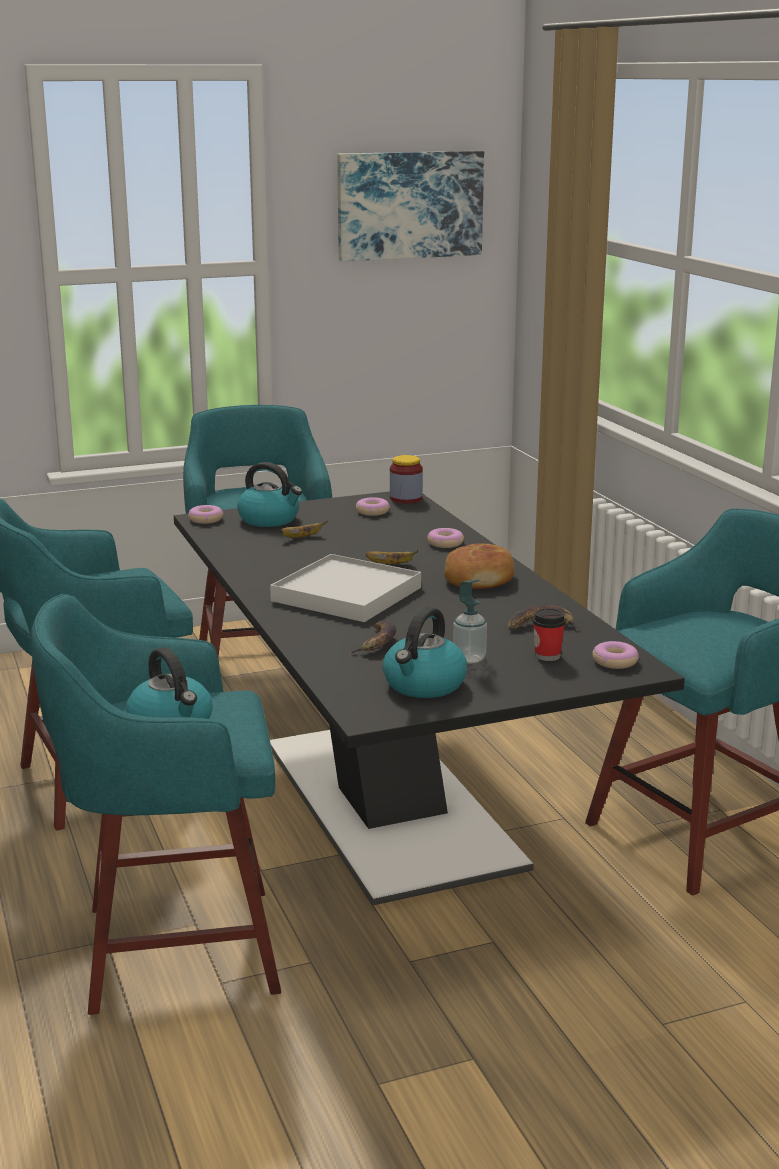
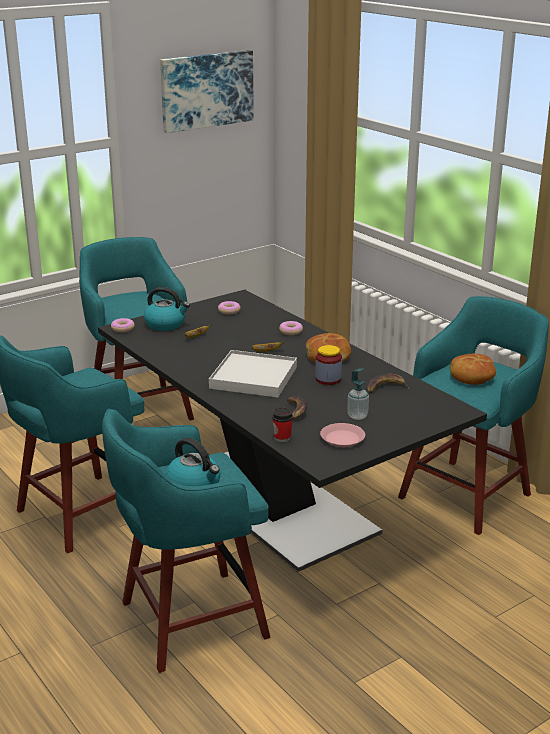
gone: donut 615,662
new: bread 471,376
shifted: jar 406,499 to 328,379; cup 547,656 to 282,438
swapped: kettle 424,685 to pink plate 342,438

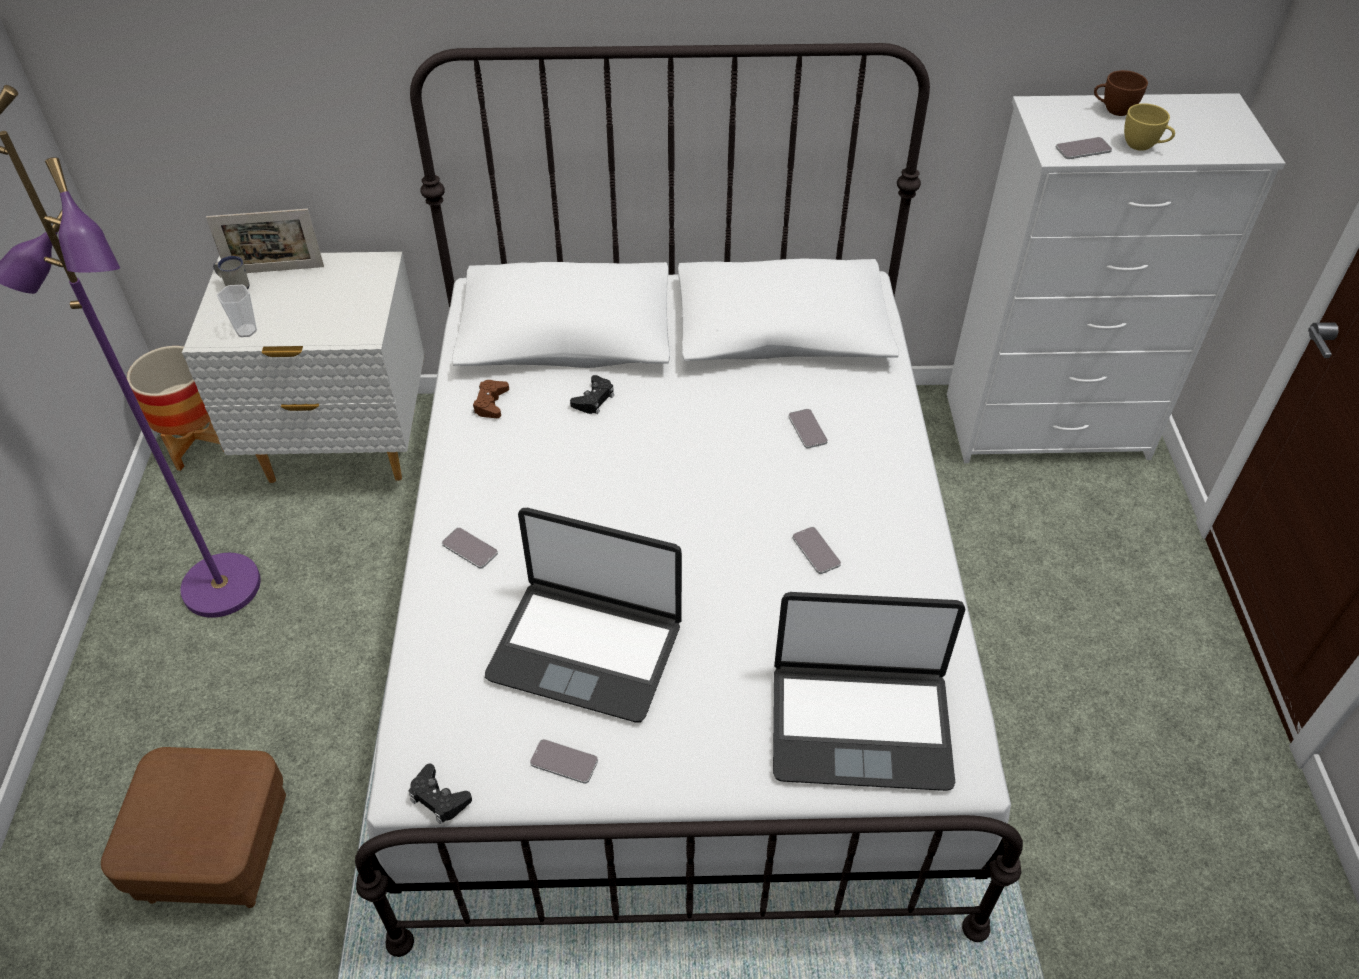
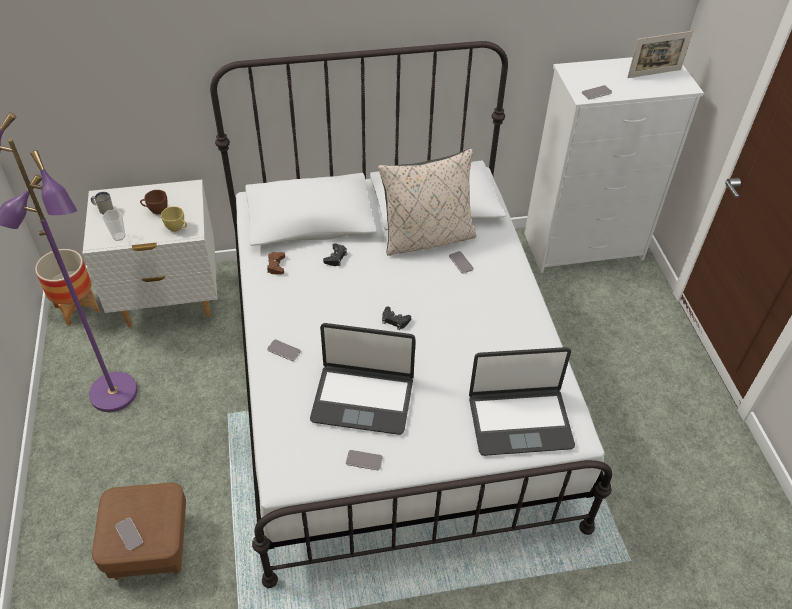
new: beige pillow 427,238
shifted: brown cup 1113,110 to 156,210; yellow cup 1143,146 to 177,228; picture frame 275,270 to 654,73; phone 816,551 to 129,534; black game controller 439,798 to 395,320

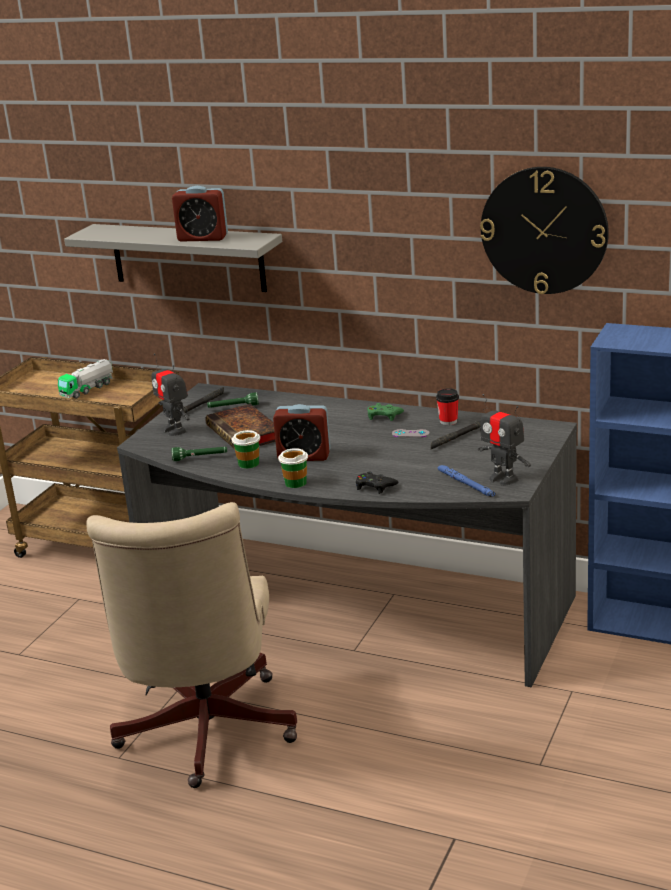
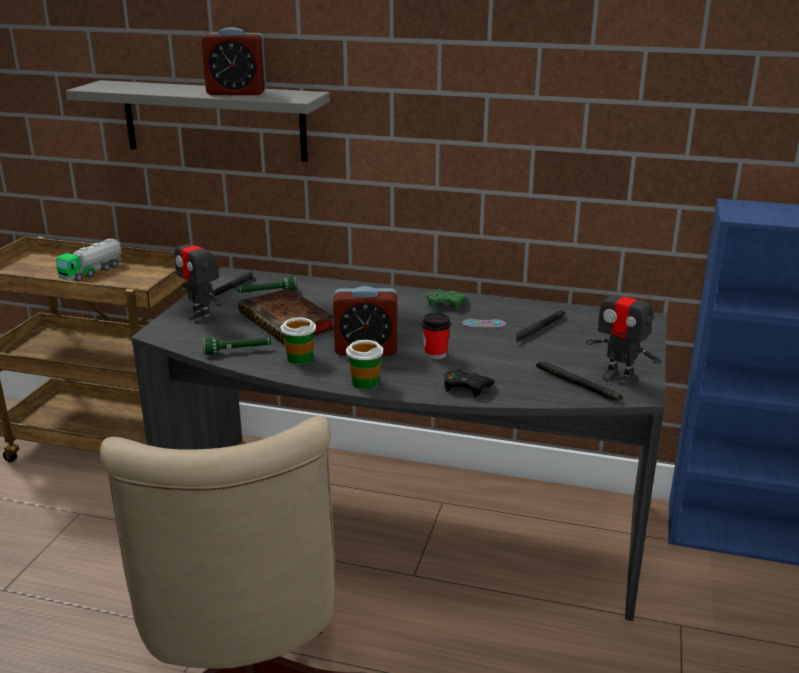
gone: wall clock 544,230
shifted: cup 448,421 to 435,354
repainted: blue flashlight 466,484 to black flashlight 577,385

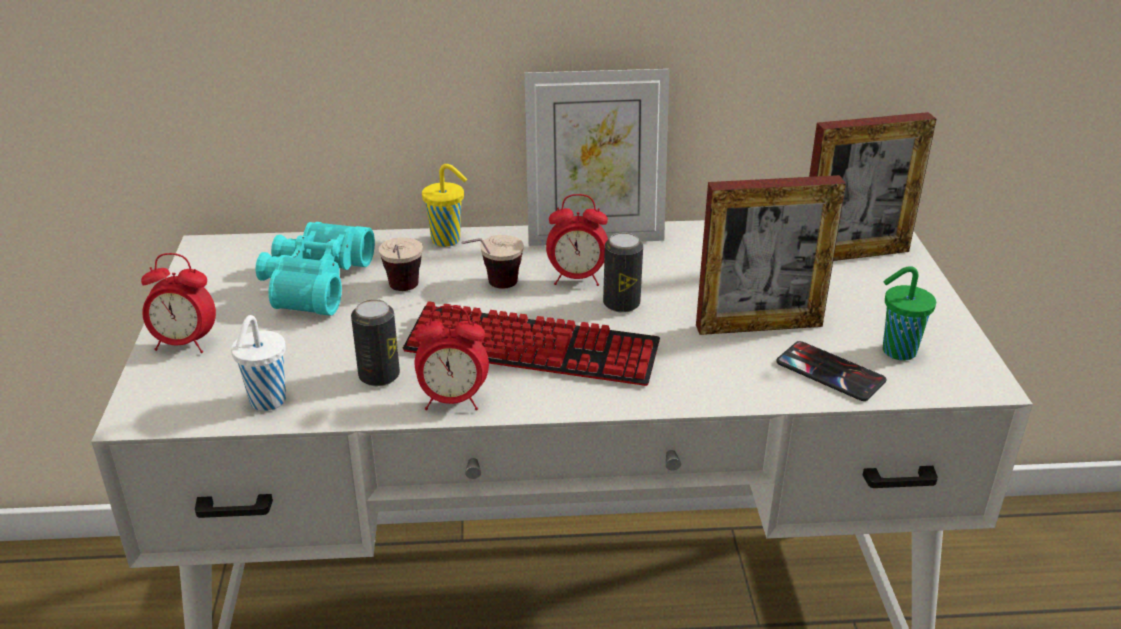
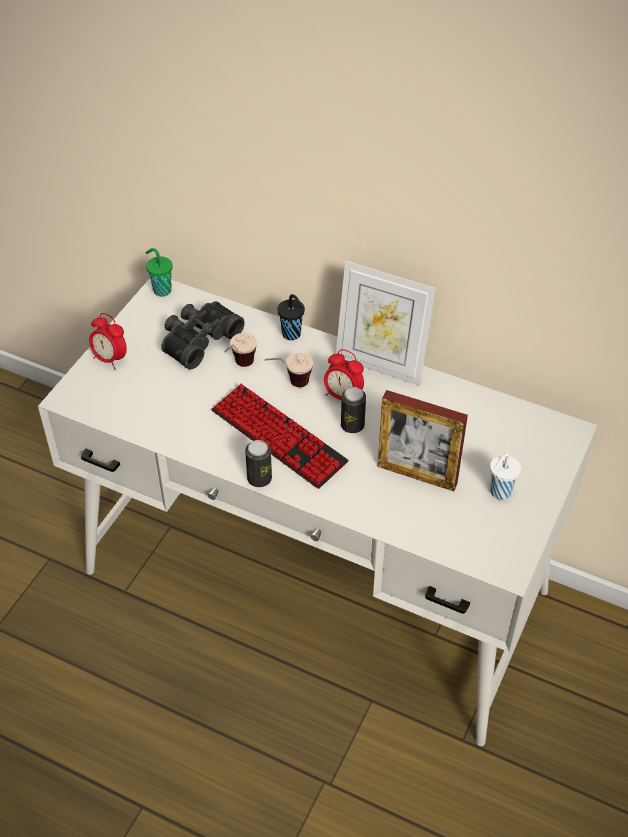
gone: picture frame 853,254; alarm clock 453,400; phone 830,372
shifted: green cup 896,351 to 161,290; can 379,376 to 259,479; white cup 266,402 to 499,492
repainted: yellow cup 448,240 to black cup 292,335; turquoise binoculars 313,282 to black binoculars 198,339

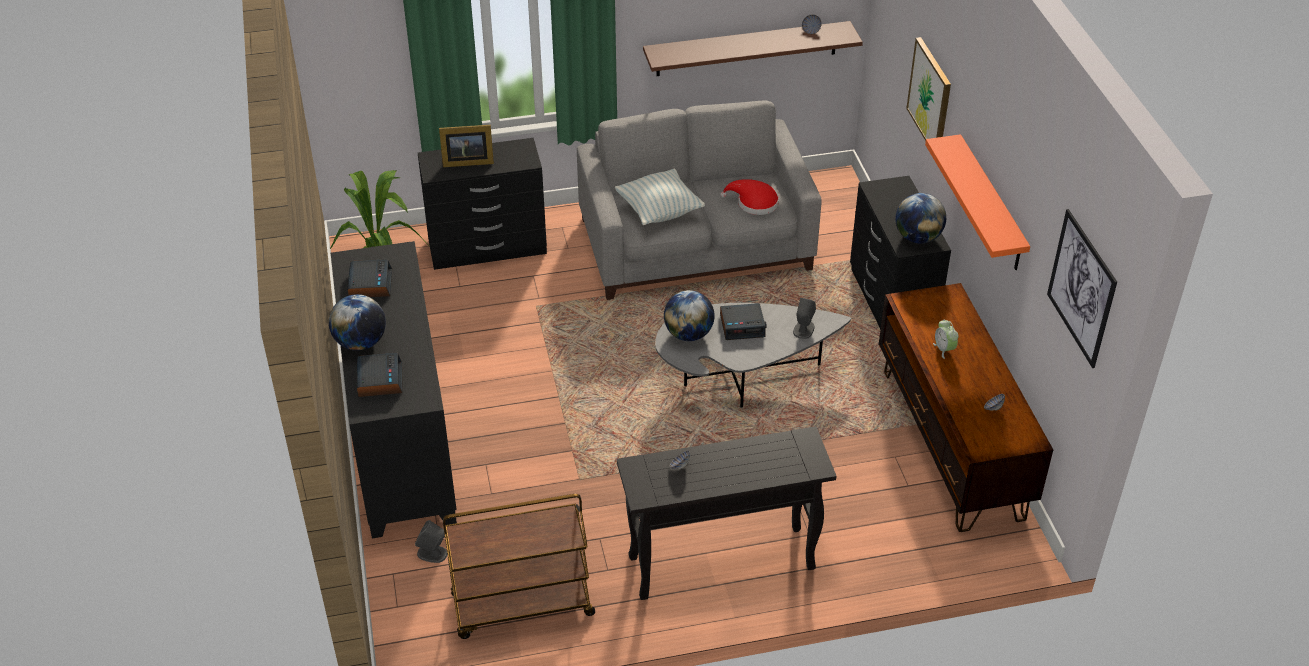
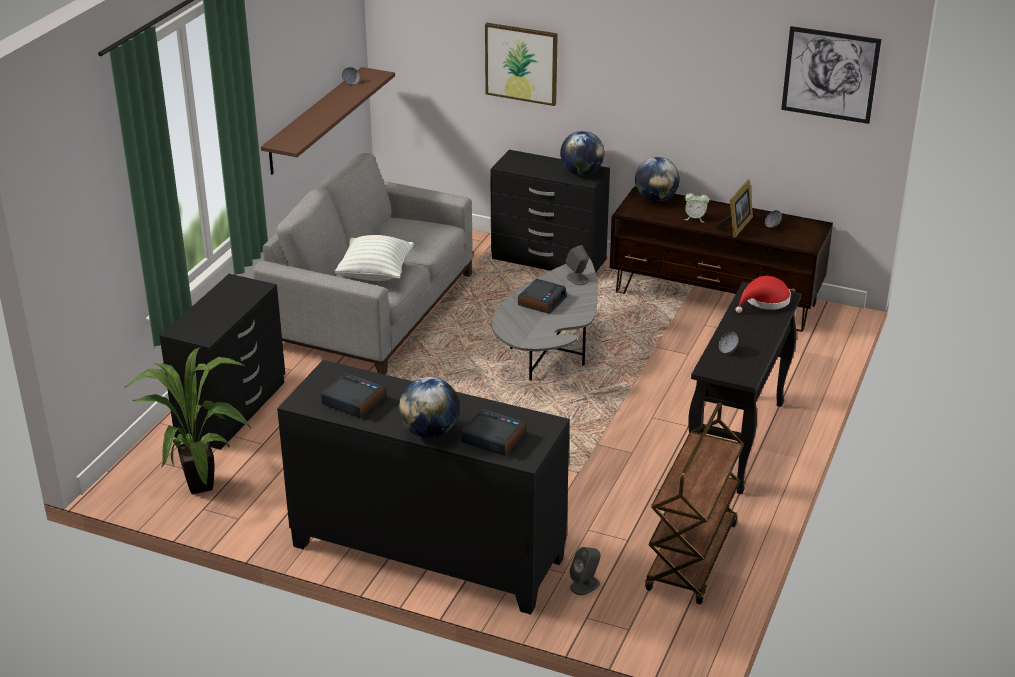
gone: orange shelf 991,205
shifted: picture frame 466,161 to 736,226; red hat 754,203 to 764,301; globe 688,334 to 656,199

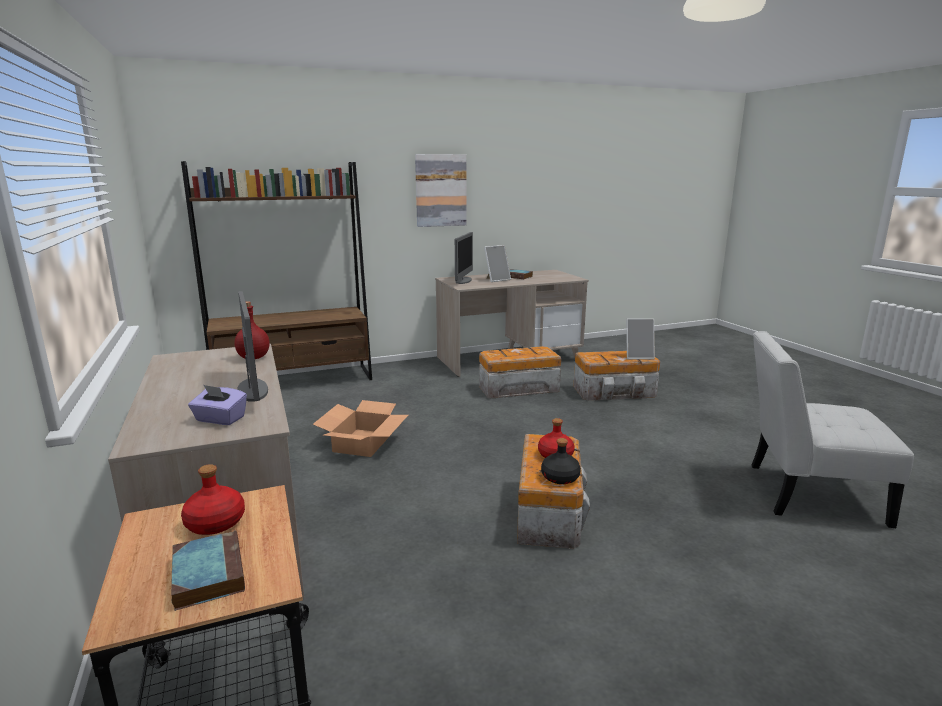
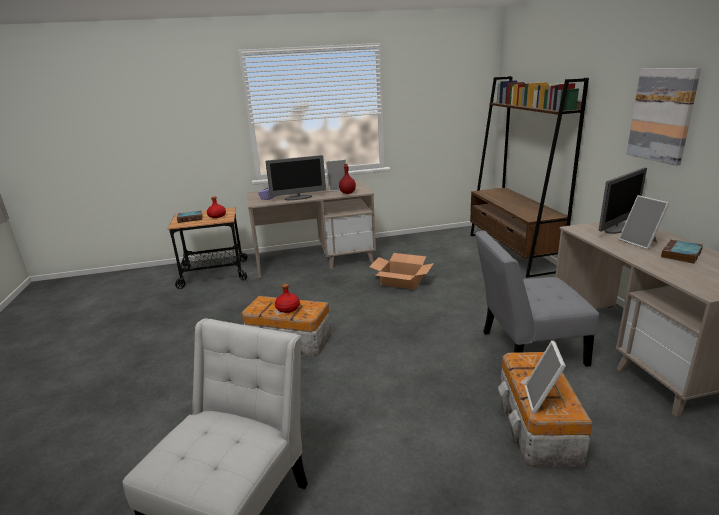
gone: black bottle 559,477
new: picture frame 338,189
swapped: storage box 517,388 to grey chair 526,349
rotated: monitor 463,281 = 617,228 60 degrees counterclockwise

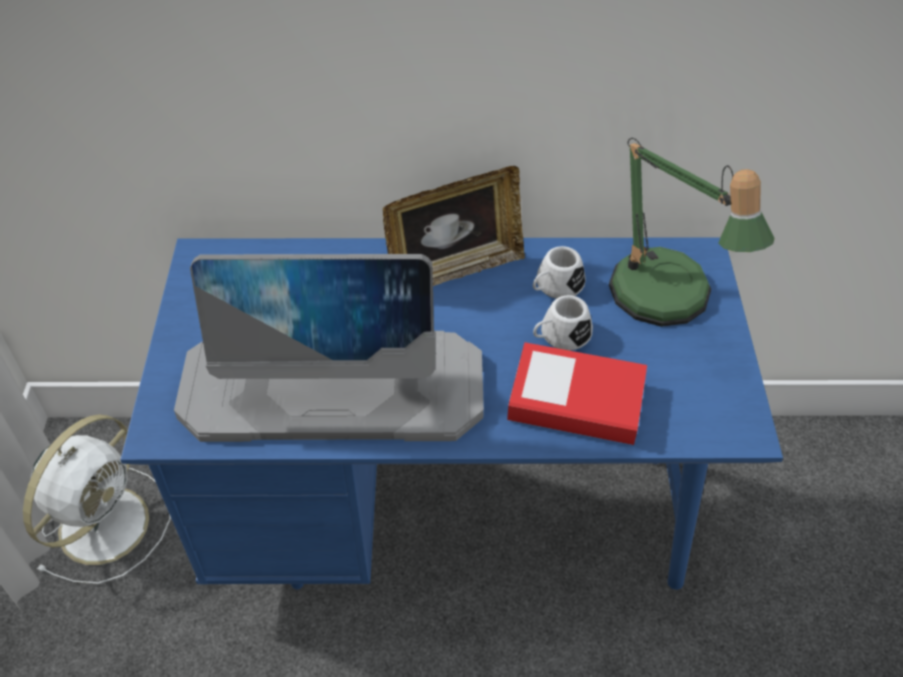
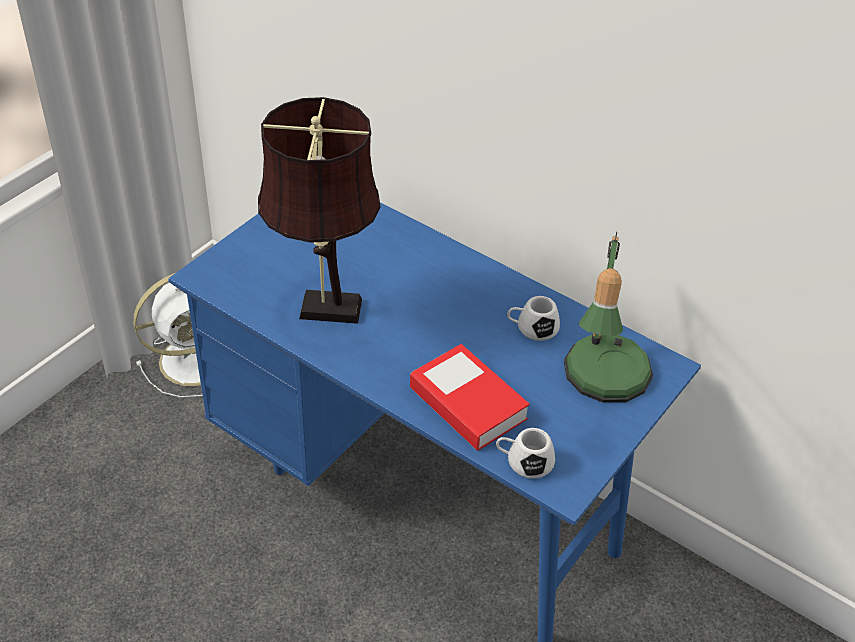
gone: picture frame 454,269
shifted: white mug 560,336 to 524,461
swapped: monitor 335,388 to brown table lamp 324,308

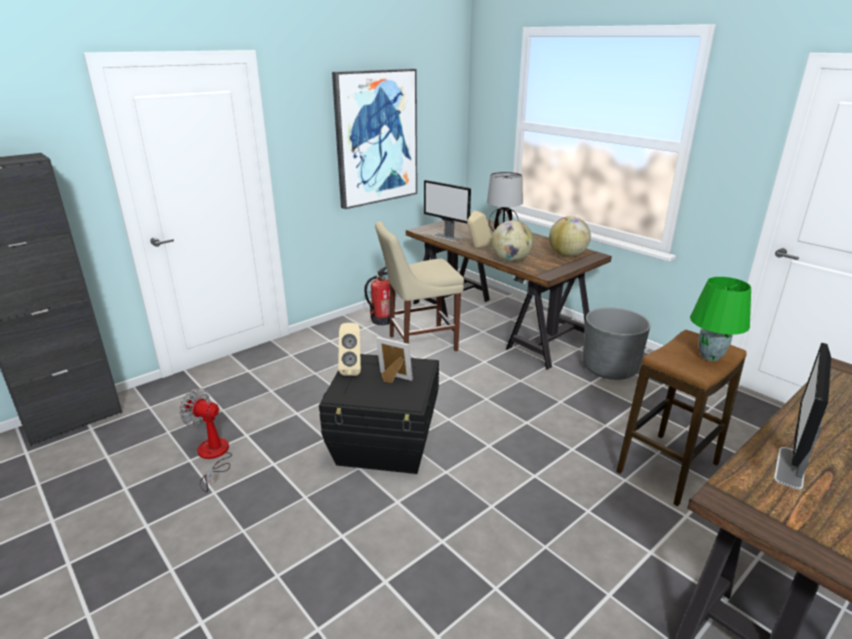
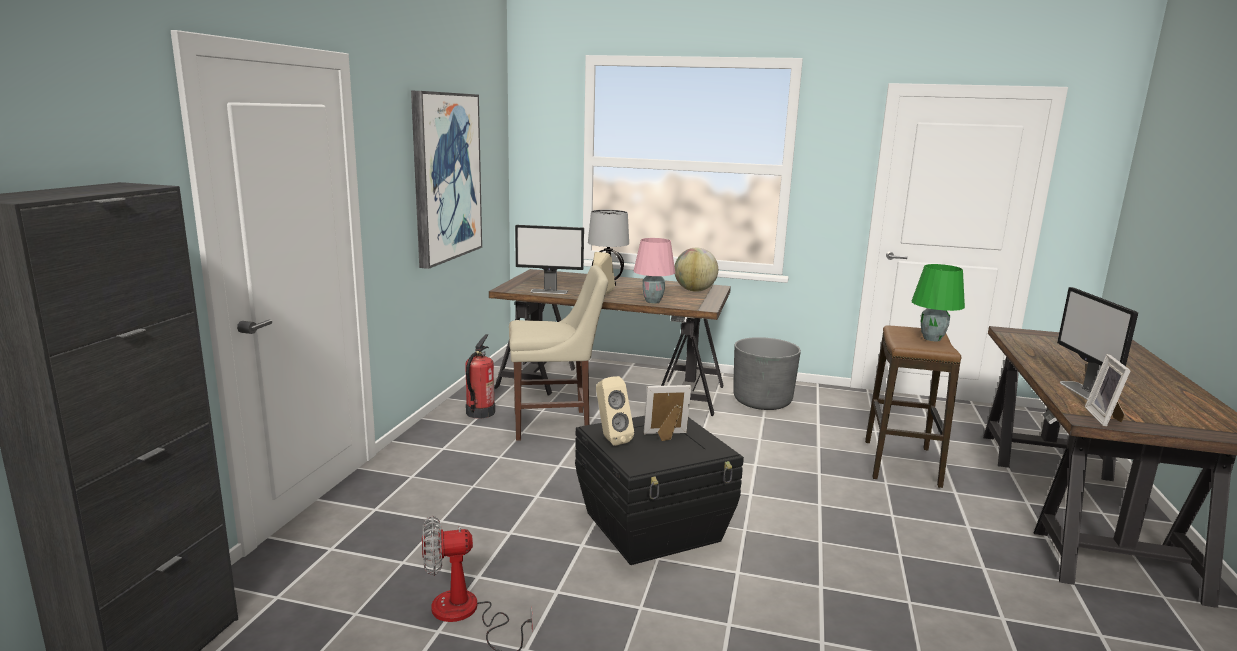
new: picture frame 1105,418
swapped: globe 511,260 to pink table lamp 653,301
rotated: beige chair 419,343 = 556,425 135 degrees counterclockwise

